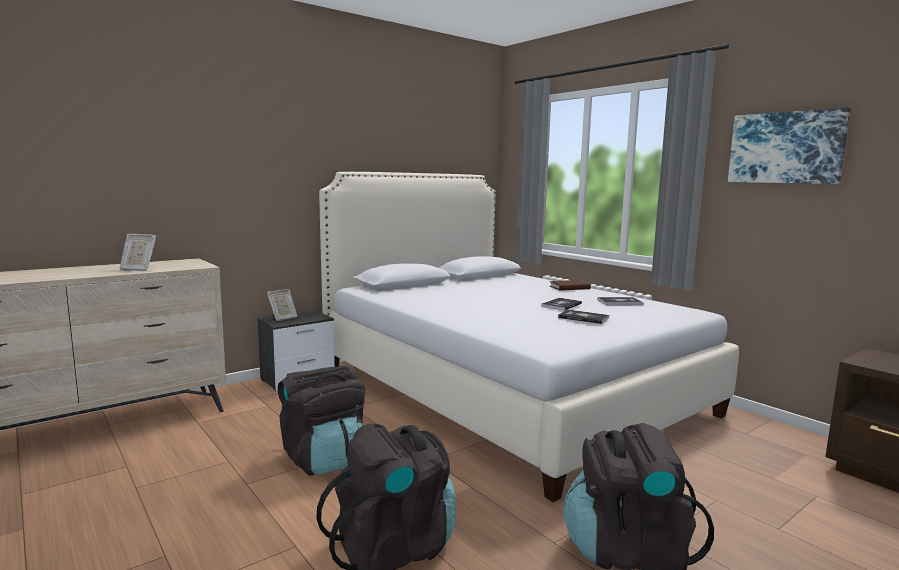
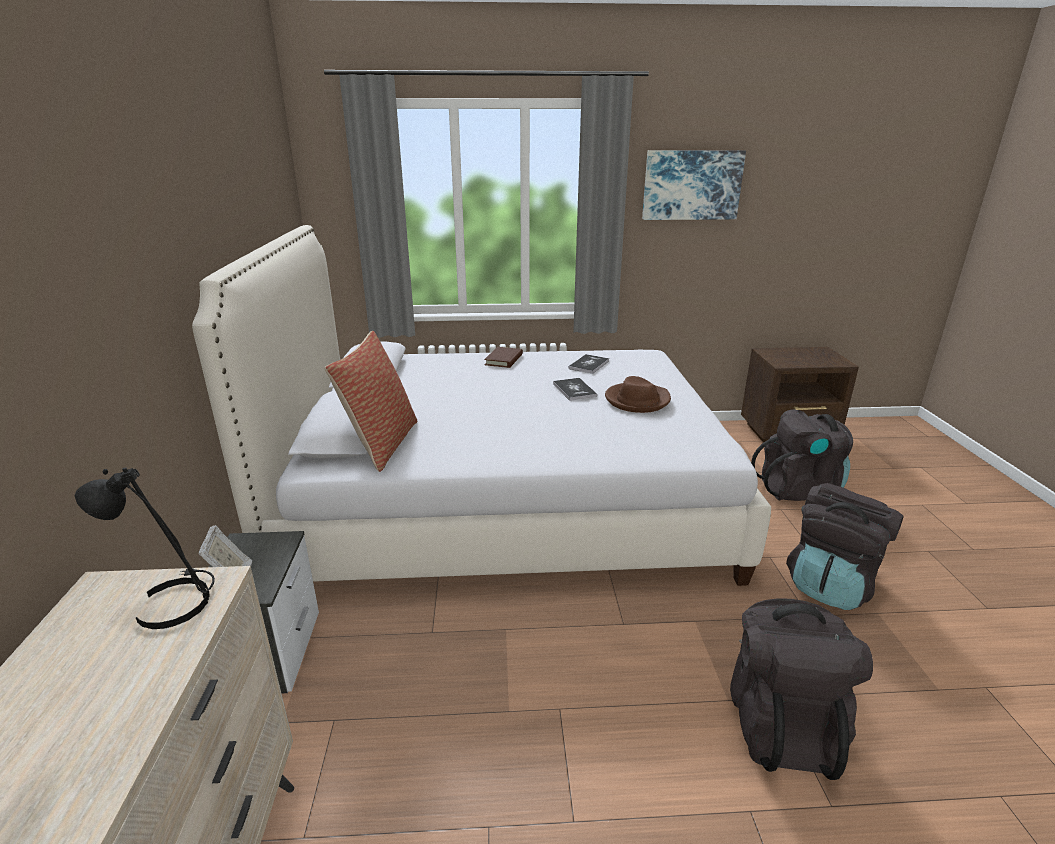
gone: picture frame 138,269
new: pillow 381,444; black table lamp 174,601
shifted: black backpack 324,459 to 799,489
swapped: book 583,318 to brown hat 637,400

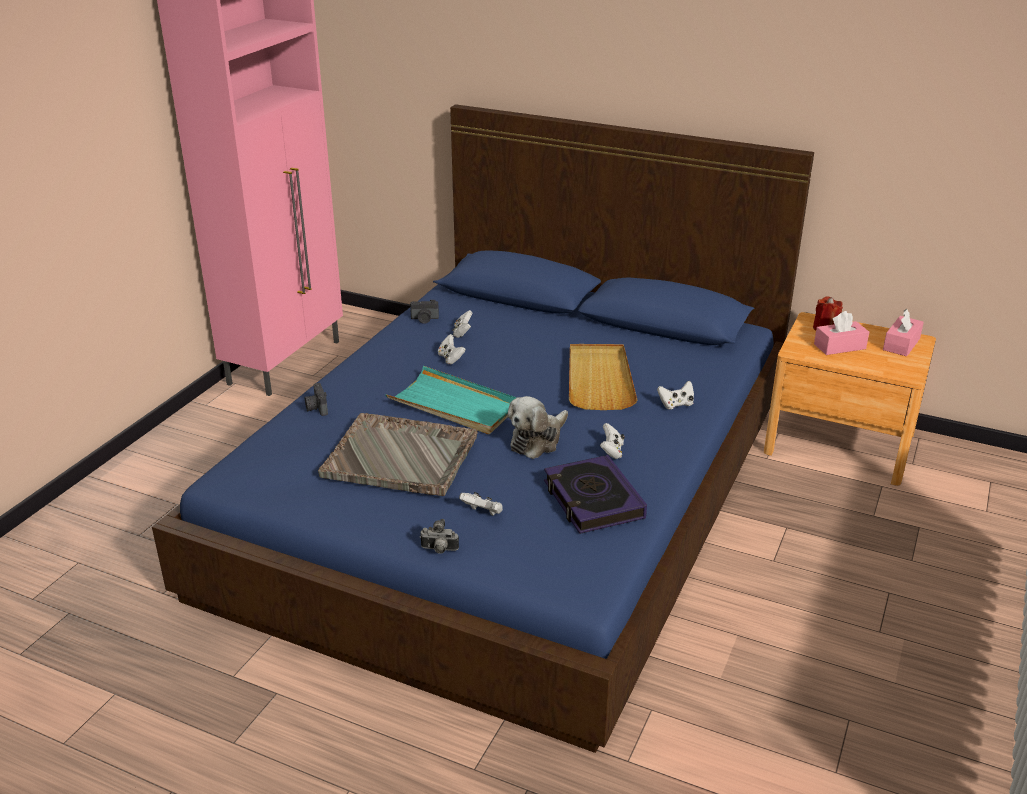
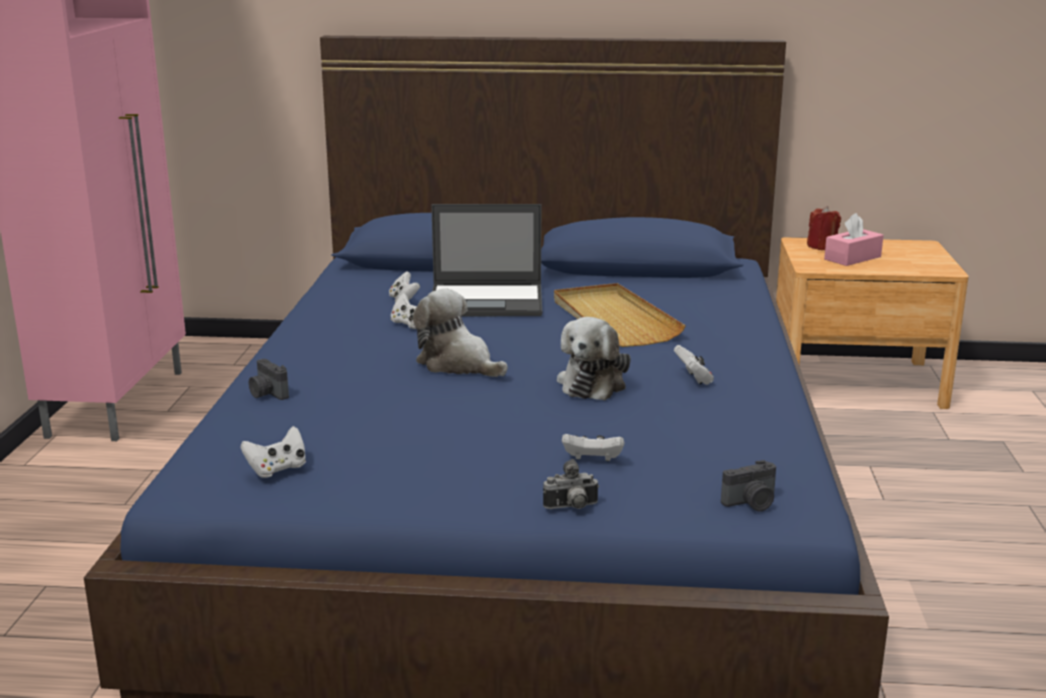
gone: pink tissue box 901,344; grey tray 401,457; book 593,500
new: laptop 488,301
shifted: photo camera 424,319 to 751,503; white game controller 676,404 to 277,469
swapped: turquoise tray 455,405 to plush toy 458,364

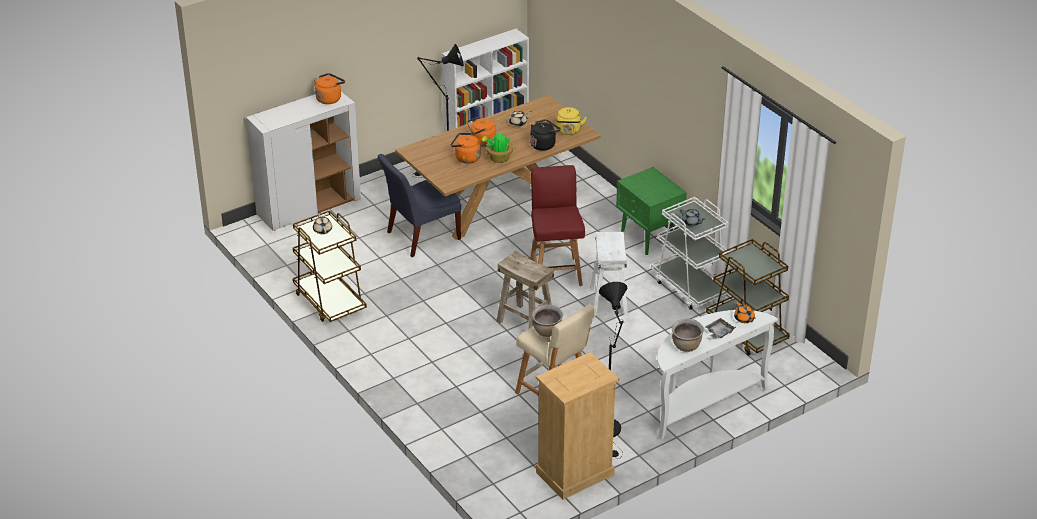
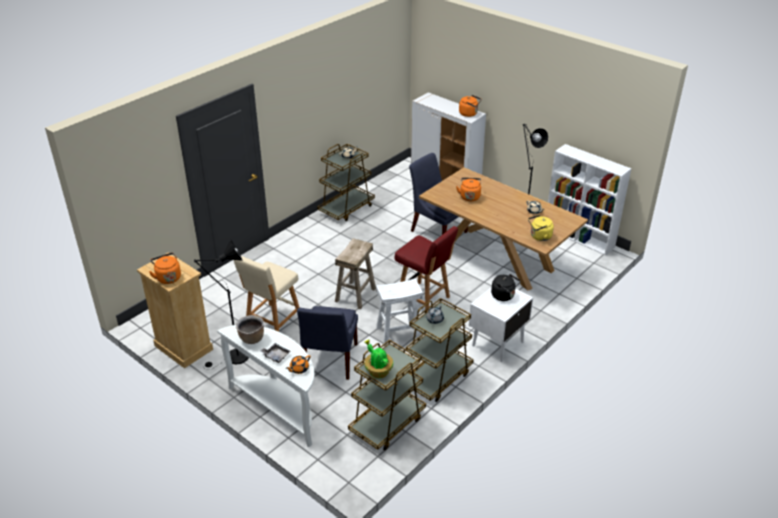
gone: brown cooking pot 547,332
new: blue chair 329,361
shifted: orange kettle 481,142 to 168,277; black kettle 544,144 to 504,296; potted plant 498,158 to 378,371
repainted: green nightstand 649,238 to white nightstand 497,344; white cart 690,287 to brown cart 437,378
rotated: red chair 555,272 = 424,299 60 degrees clockwise

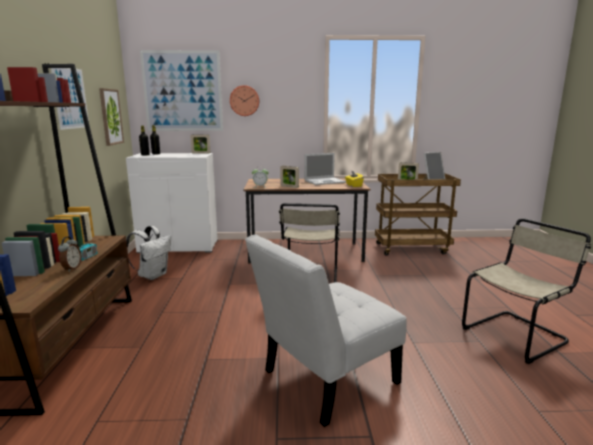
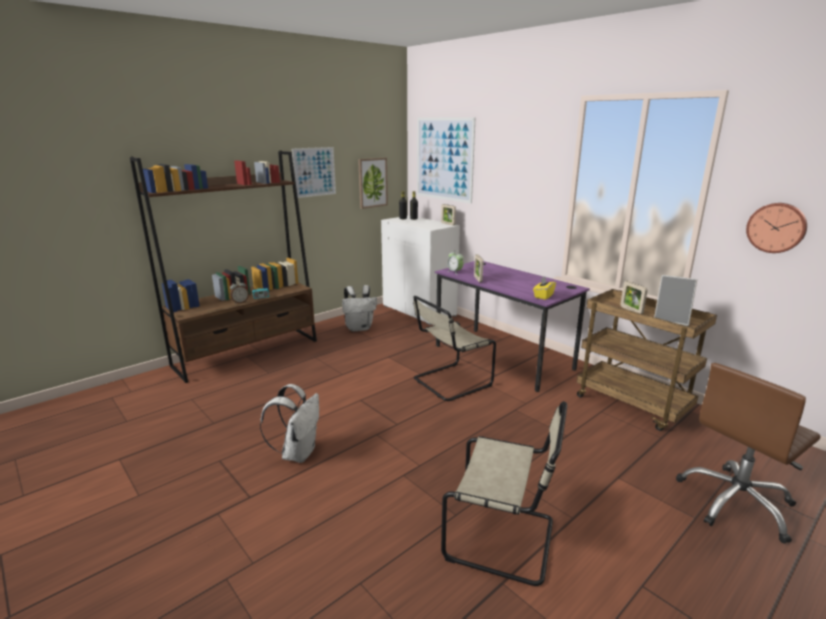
gone: laptop 325,181
new: brown office chair 736,502
shifted: wall clock 244,100 to 776,227
swapped: white chair 324,380 to white backpack 298,453
repainted: brown desk 305,252 to purple desk 502,357

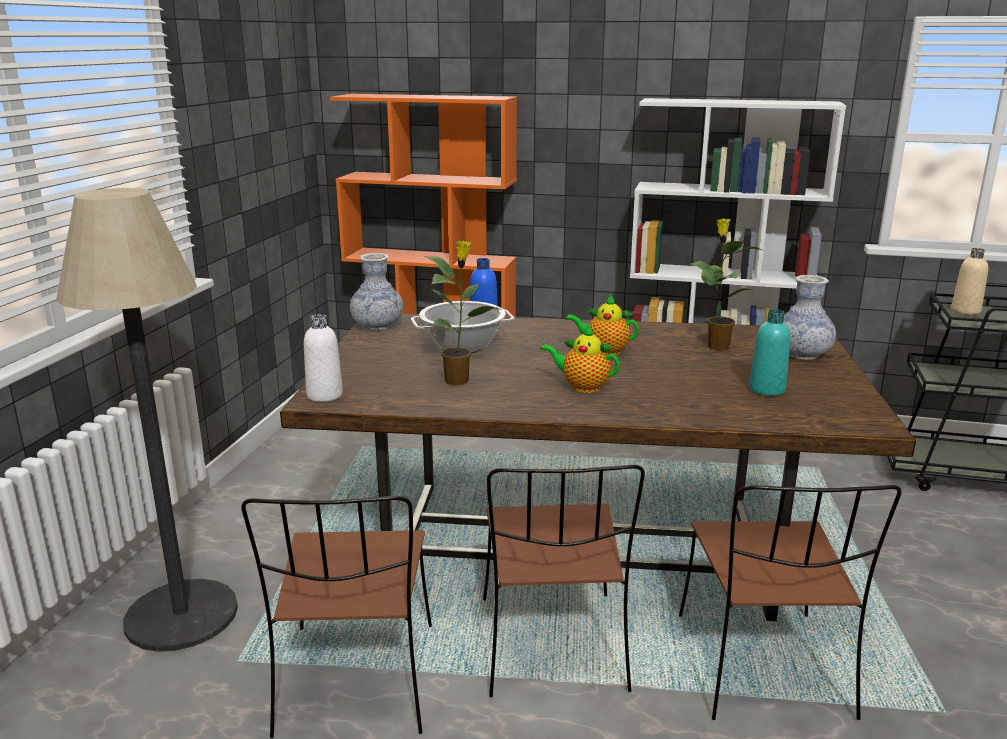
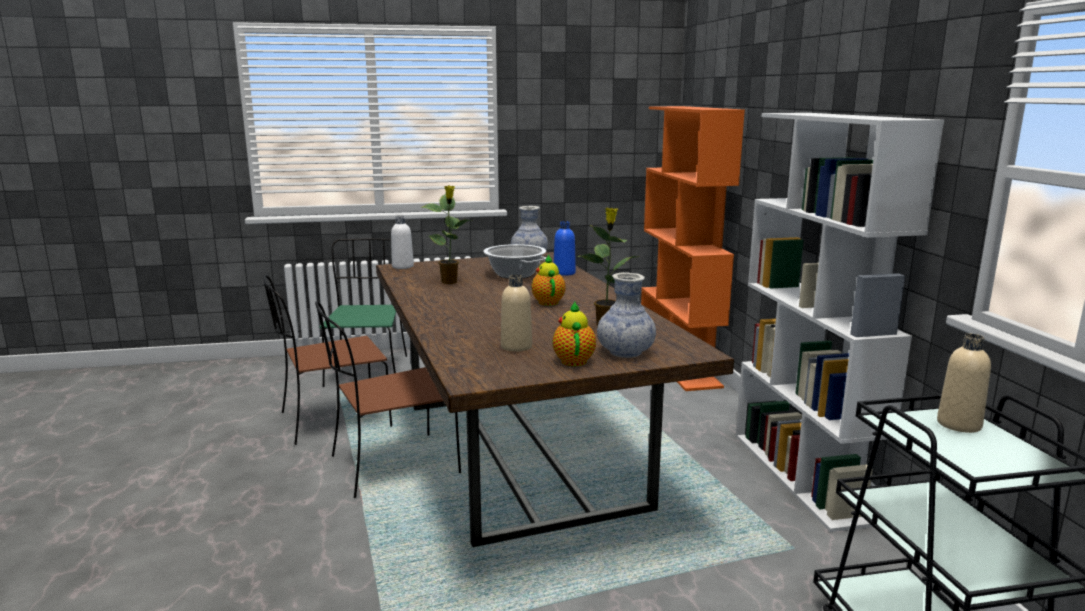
gone: brown chair 764,668
shifted: teapot 582,387 to 573,360
swapped: floor lamp 181,615 to green chair 367,370
repainted: turquoise bottle 767,389 to beige bottle 516,347

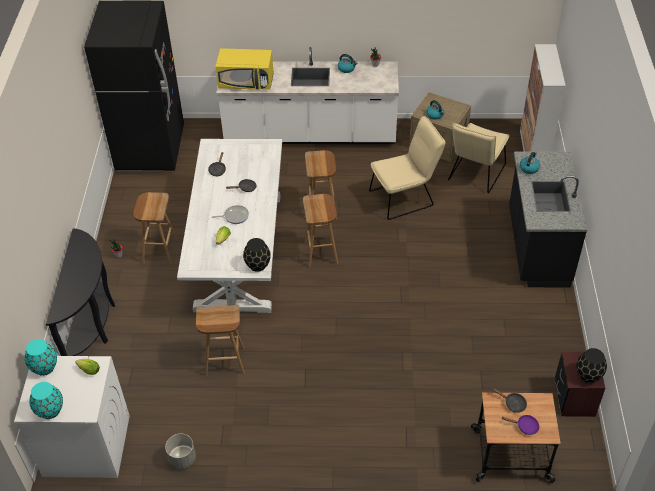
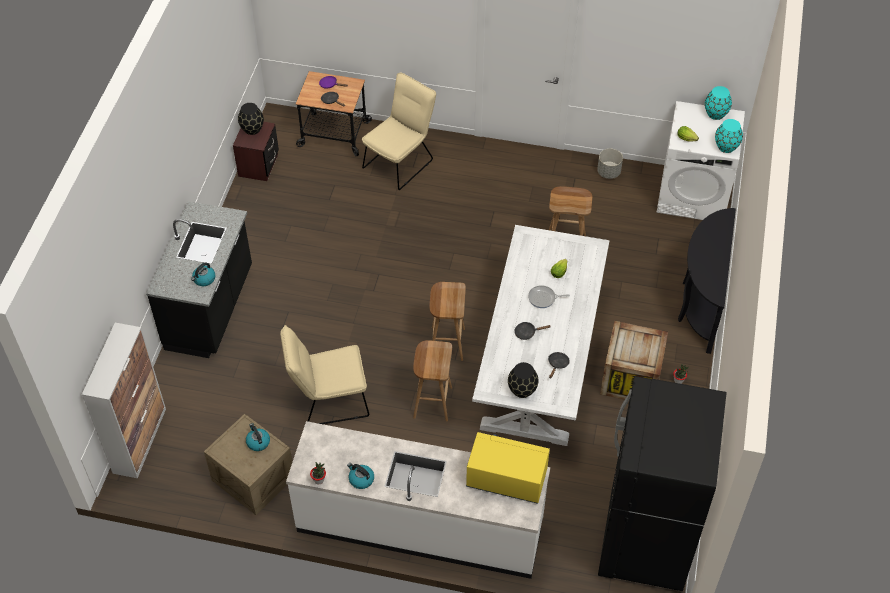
shifted: beige chair 475,175 to 401,161; black vase 257,265 to 522,390
swapped: brown stool 159,250 to crate 630,378

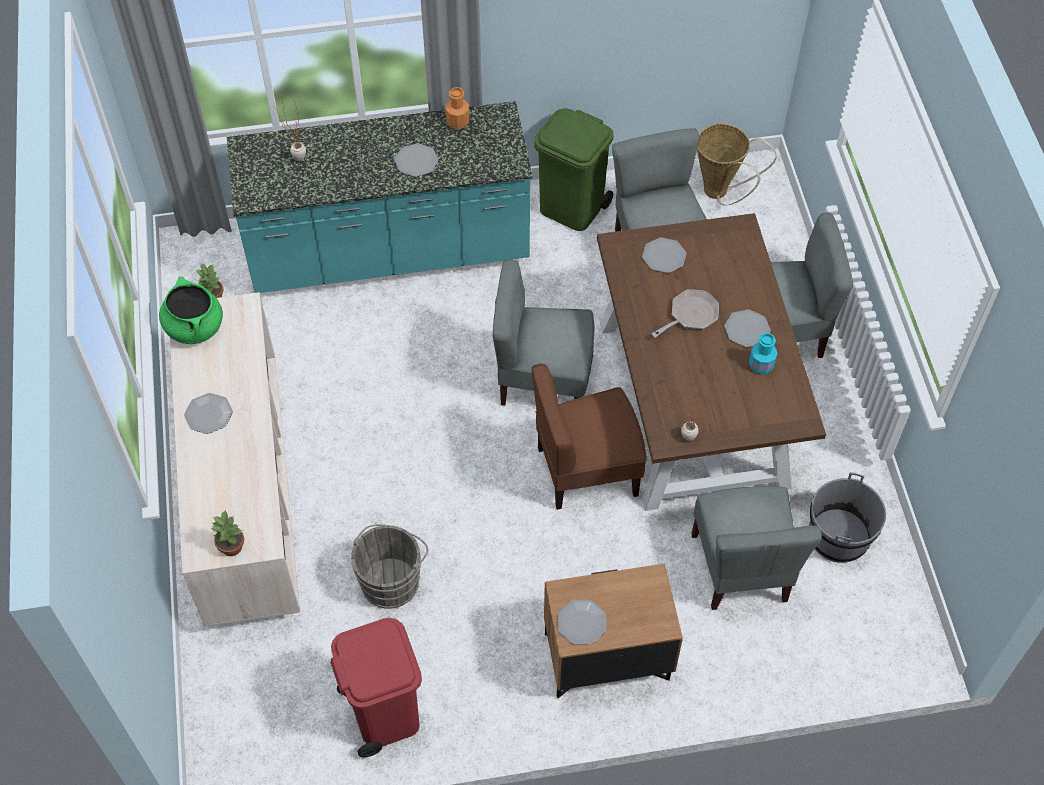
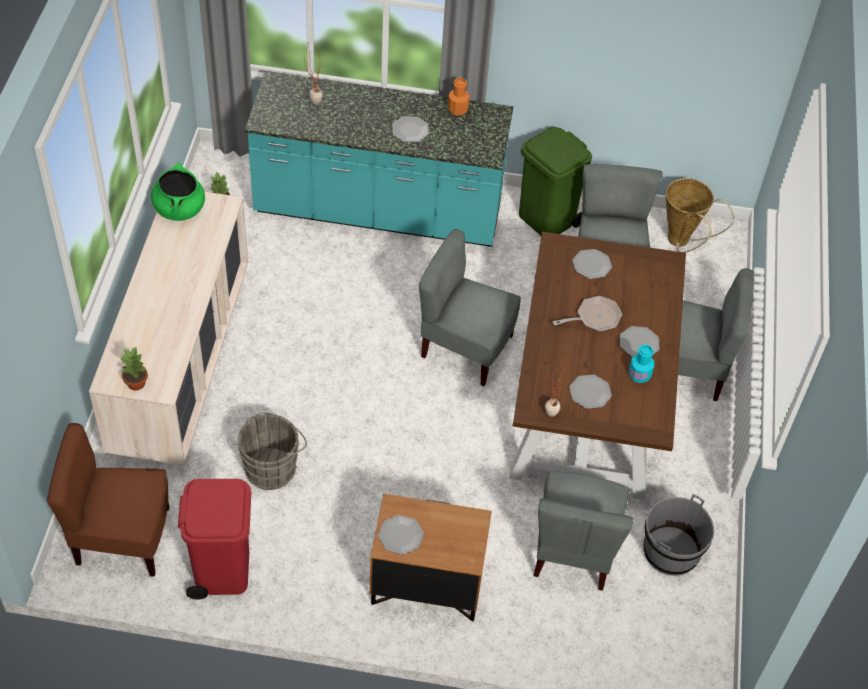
shifted: brown chair 586,470 to 122,538; plate 209,414 to 590,392

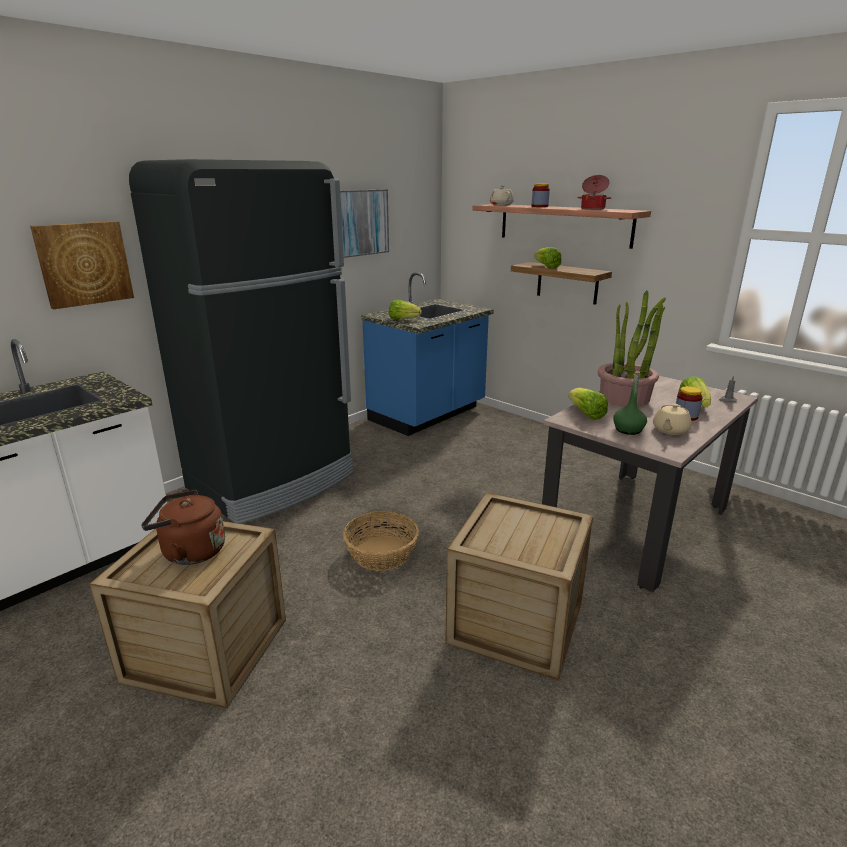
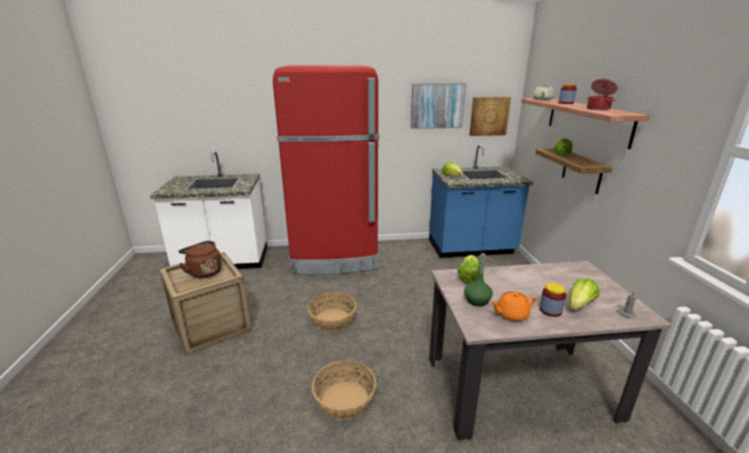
gone: potted plant 624,398
shifted: picture 84,263 to 489,116
swapped: crate 516,623 to basket 345,399
repainted: black fridge 273,481 to red fridge 335,257; beige teapot 670,430 to orange teapot 511,314

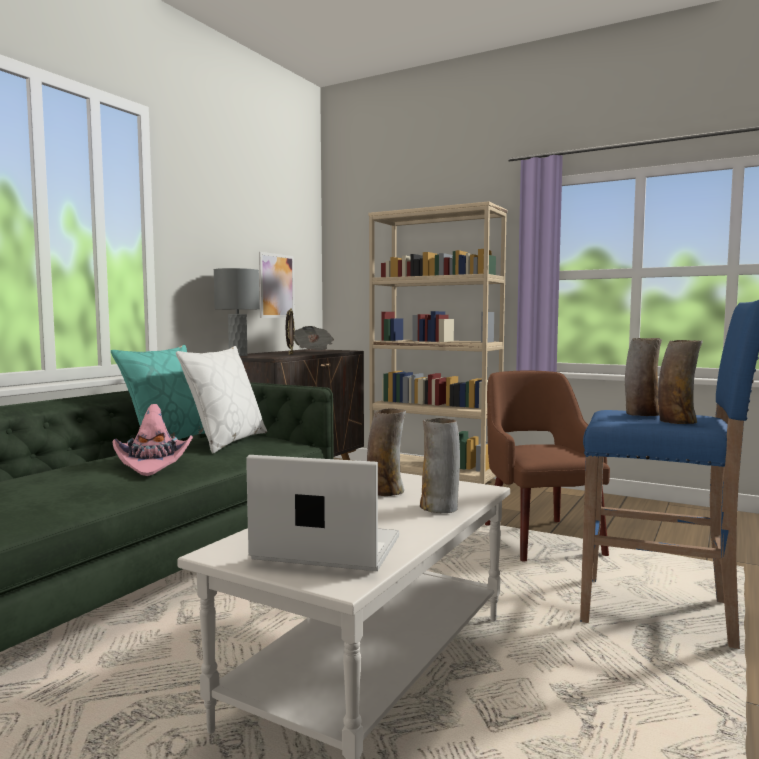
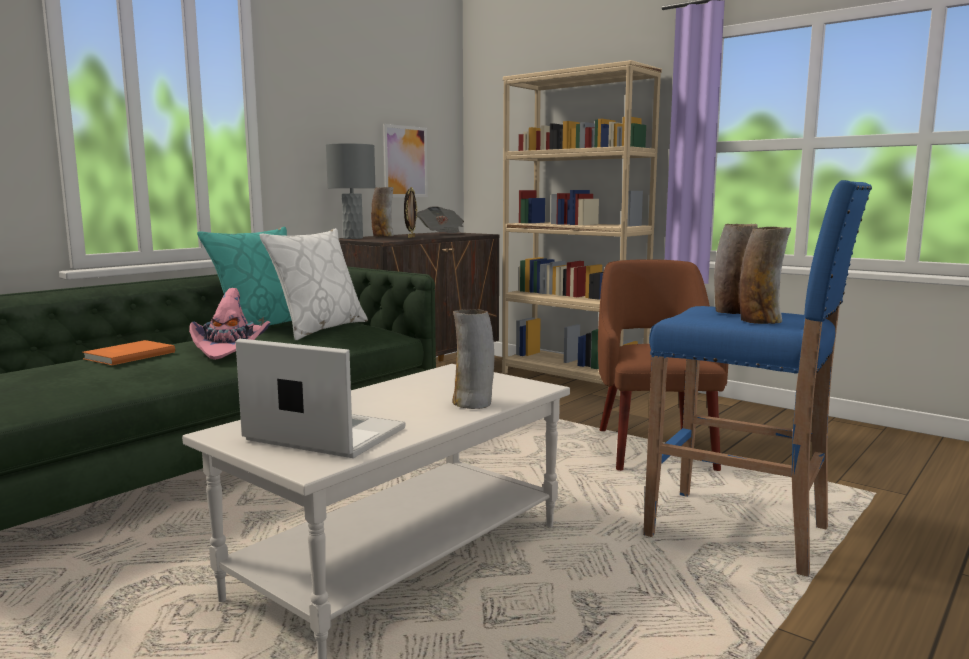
new: orange book 127,355
shifted: vase 386,491 to 383,236

